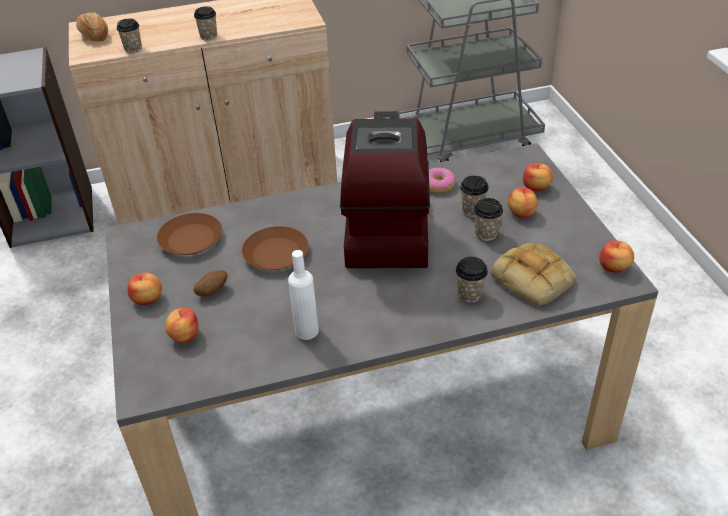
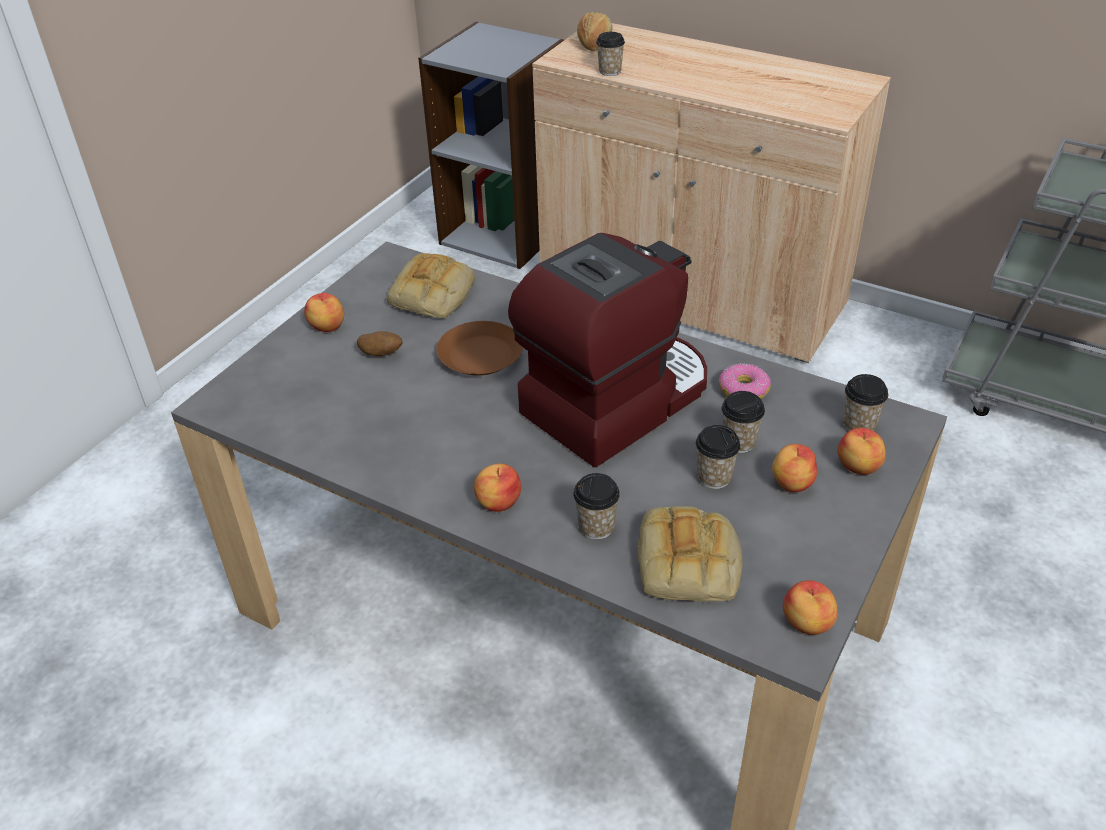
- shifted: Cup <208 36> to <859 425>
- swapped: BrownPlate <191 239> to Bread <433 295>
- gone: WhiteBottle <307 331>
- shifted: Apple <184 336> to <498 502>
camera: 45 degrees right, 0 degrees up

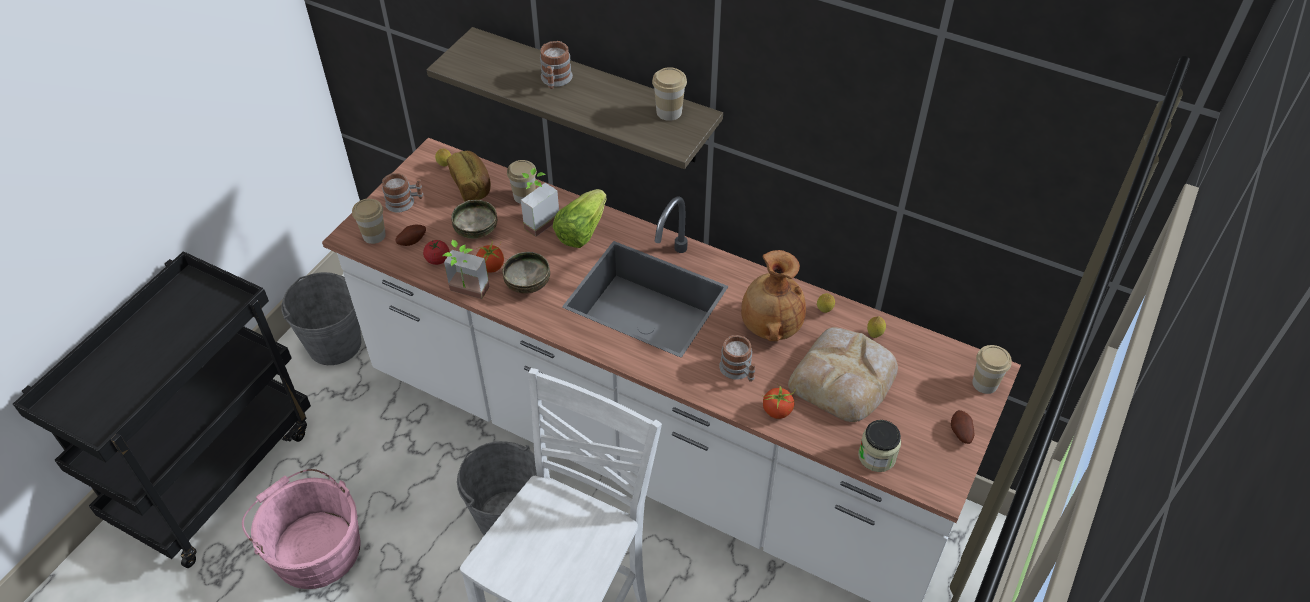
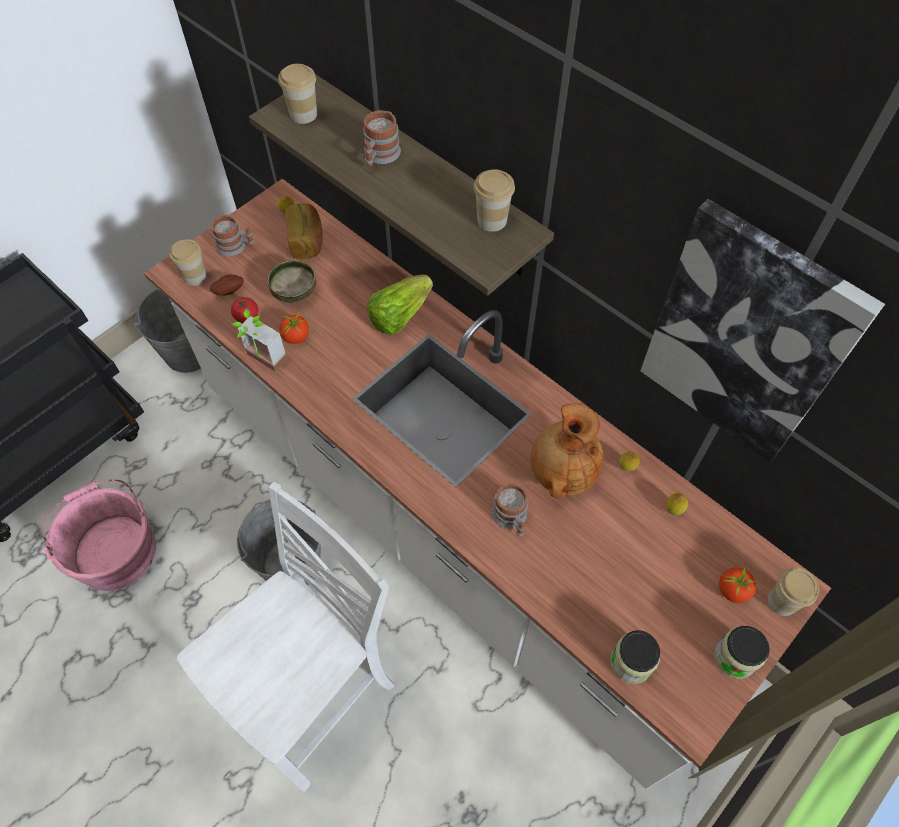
- shifted: Cup <524 196> to <303 114>
- gone: PottedPlant <537 220>
- gone: Bowl <528 284>
- gone: Bread <844 378>
- shifted: Tomato <777 411> to <733 590>
- swapped: Potato <960 433> to Jar <735 657>
- new: Picture <746 337>
camera: 15 degrees right, 10 degrees up

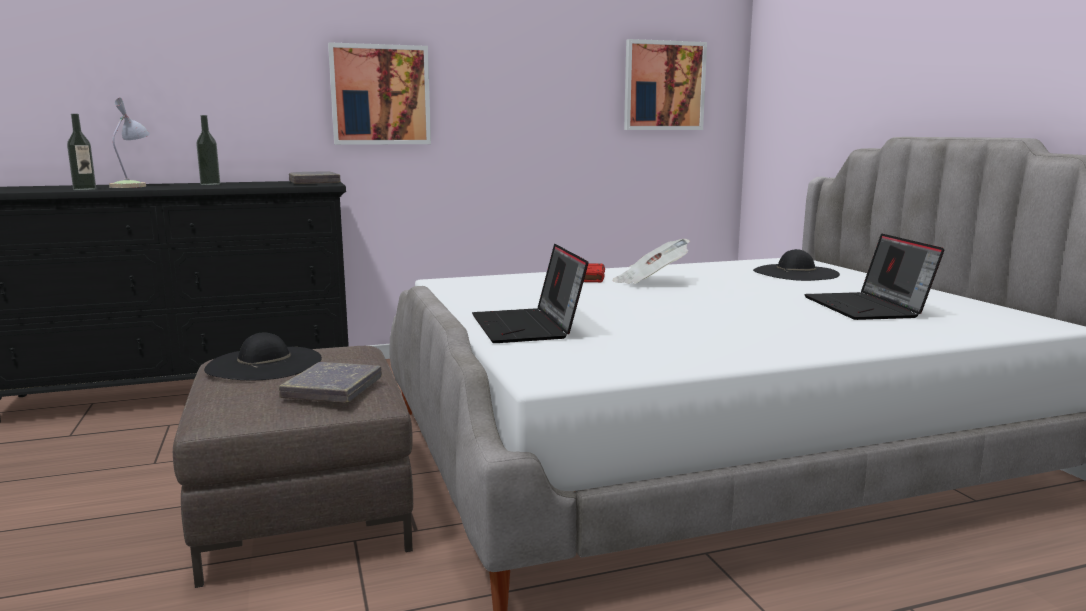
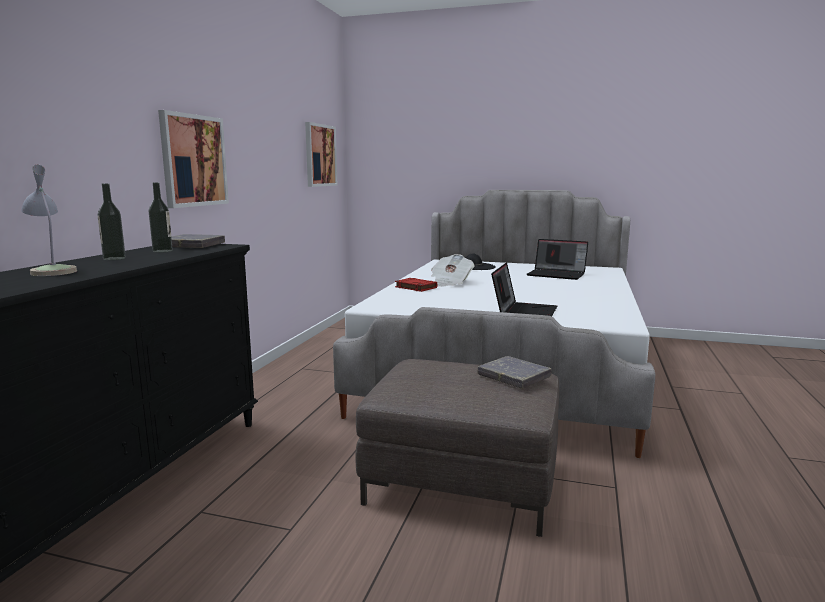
- shifted: Bottle <84 189> to <162 251>
- rotated: Laptop <528 327> = <524 313> 90 degrees counterclockwise
- gone: BlackHat <264 364>
camera: 55 degrees left, 0 degrees up

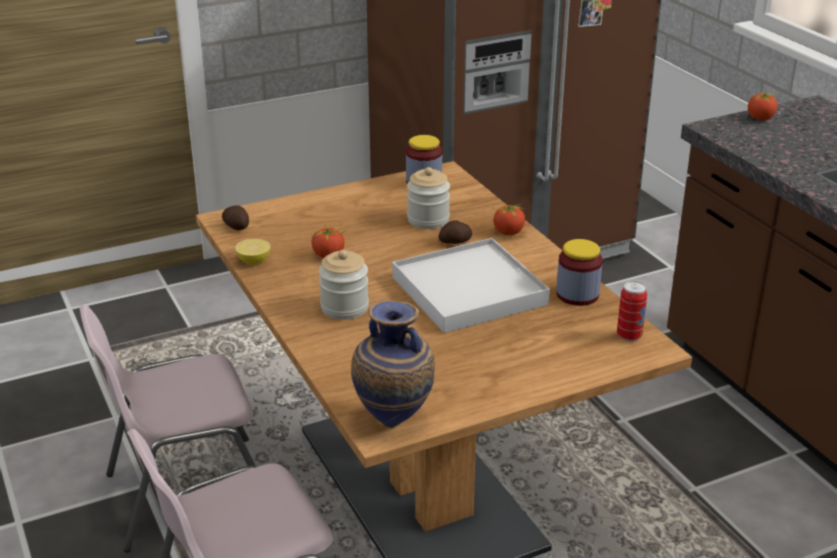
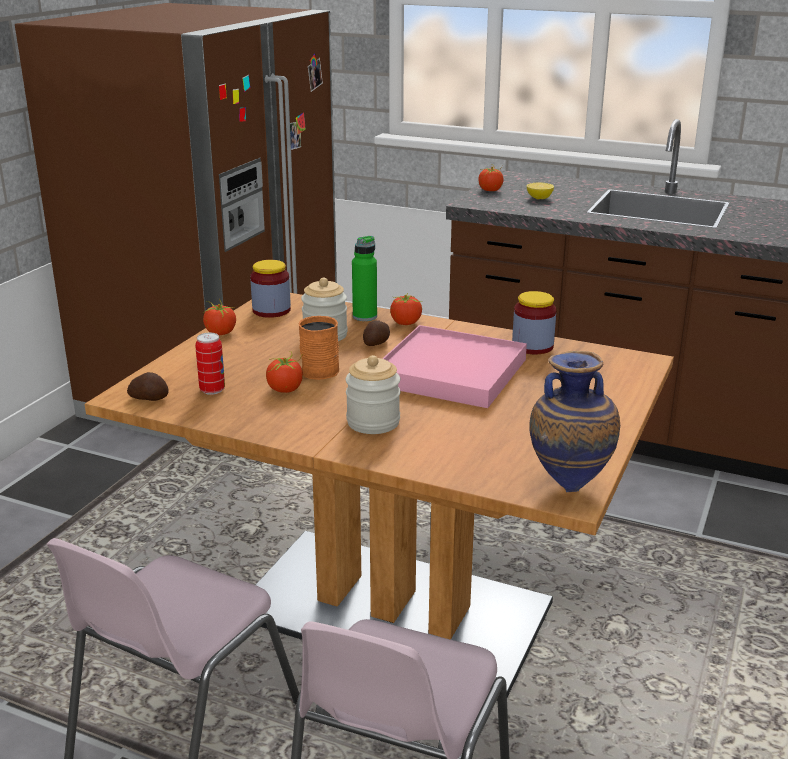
- repainted: WhiteTray <469 291> to PinkTray <451 372>
- shifted: Lemon <253 261> to <539 198>
- shifted: Can <629 336> to <212 390>
- new: GreenBottle <364 316>
- new: Tomato <220 333>
- new: OrangeMug <321 368>
camera: 40 degrees left, 5 degrees down

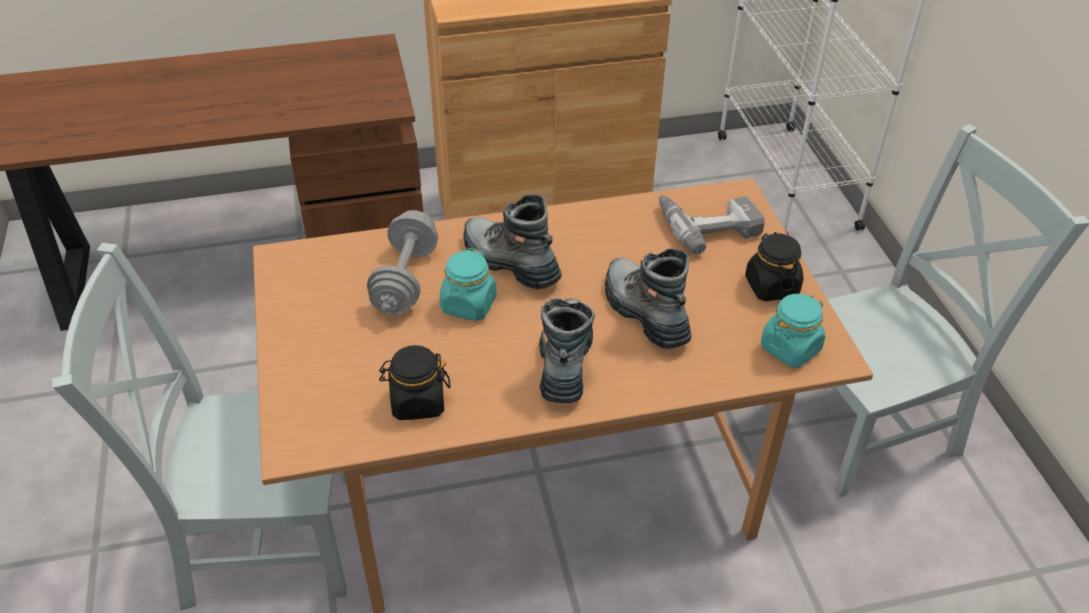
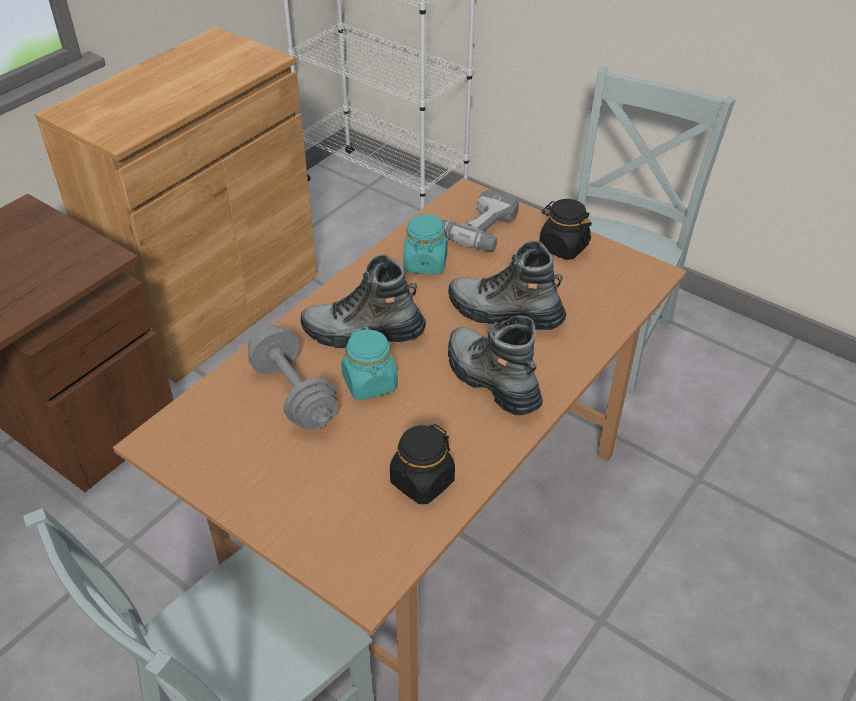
- shifted: TurquoiseJar <790 348> to <425 263>
camera: 40 degrees left, 0 degrees up

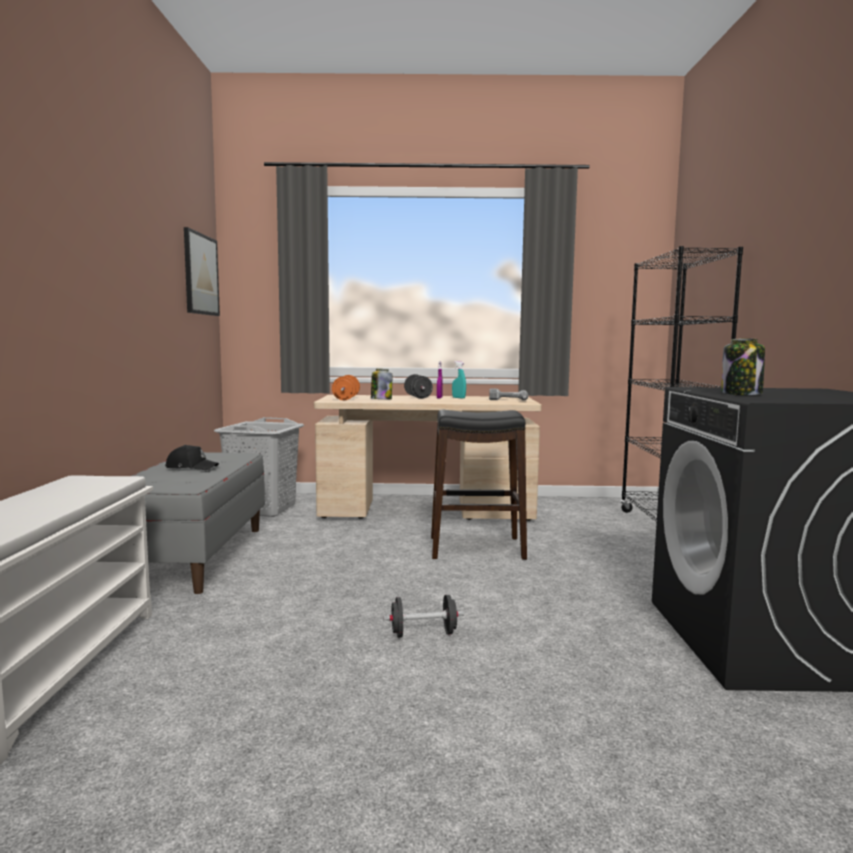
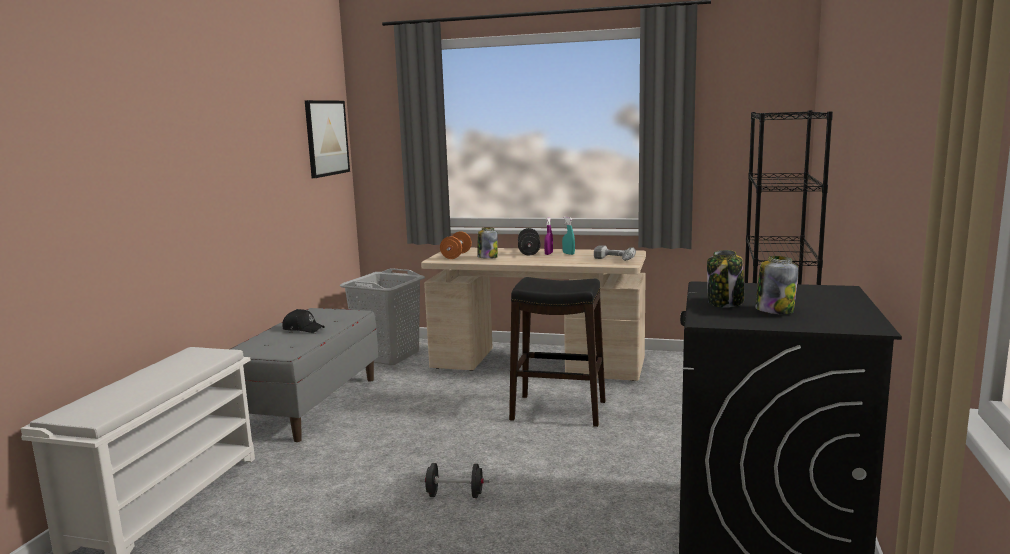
- new: Jar <774 311>
camera: 15 degrees right, 5 degrees up

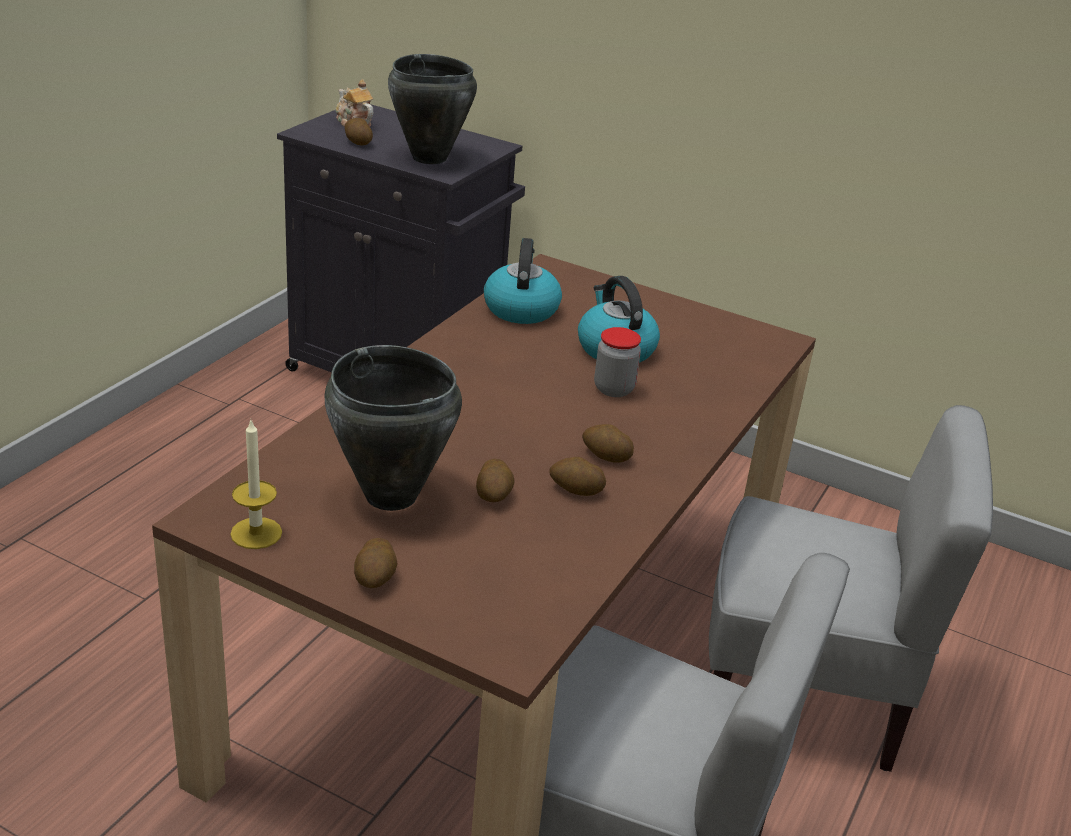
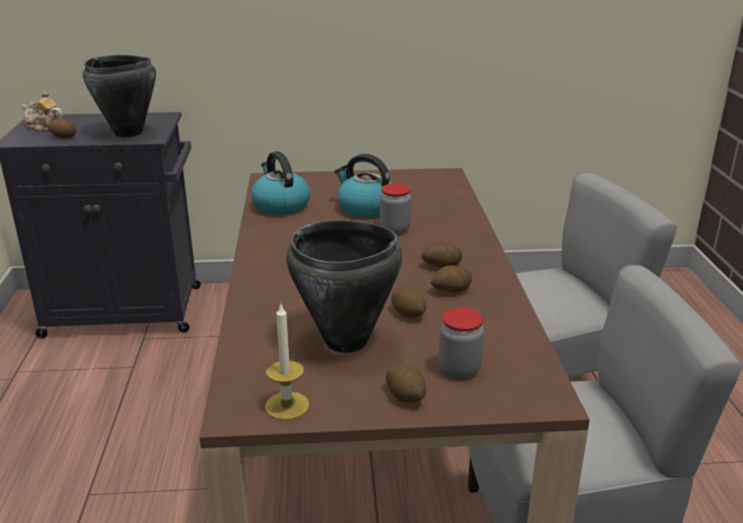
- new: Jar <459 369>
camera: 30 degrees left, 5 degrees down

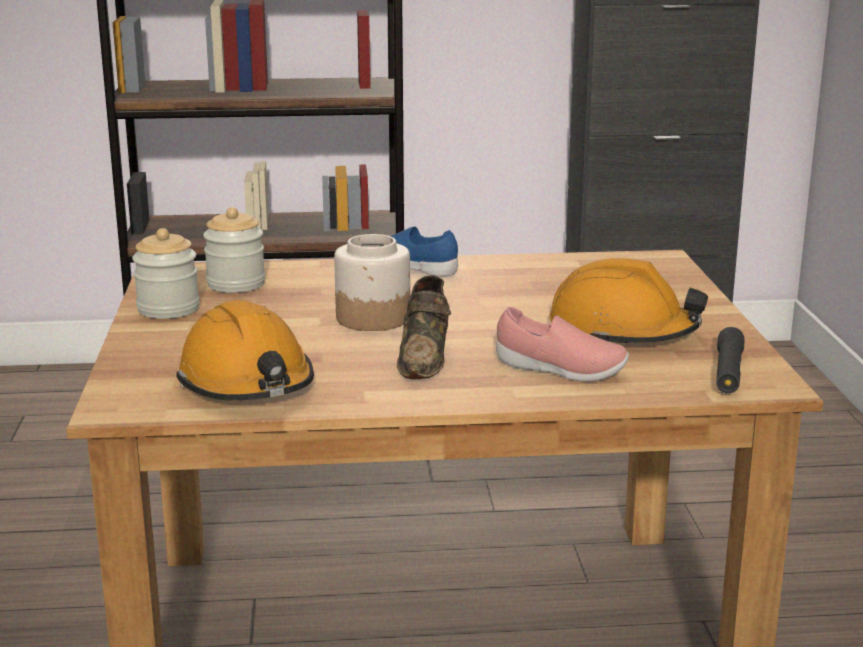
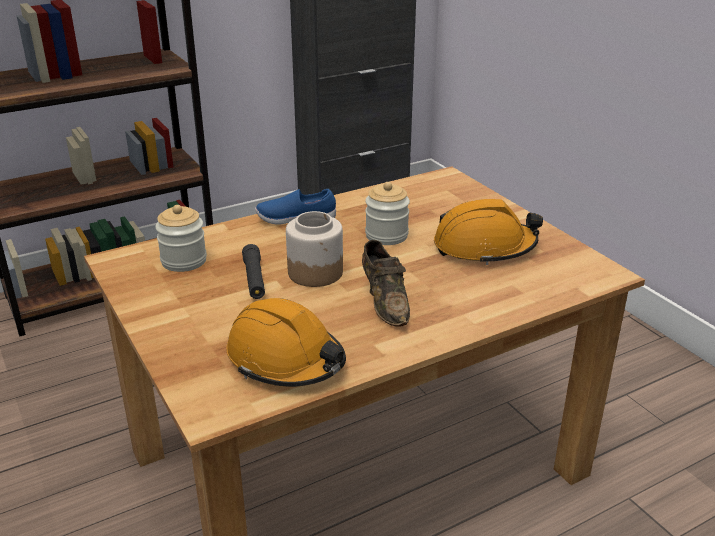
- shifted: Jar <168 309> to <386 235>
- gone: PinkShoe <559 370>
- shifted: BlackFlashlight <728 372> to <254 279>
camera: 25 degrees left, 10 degrees up

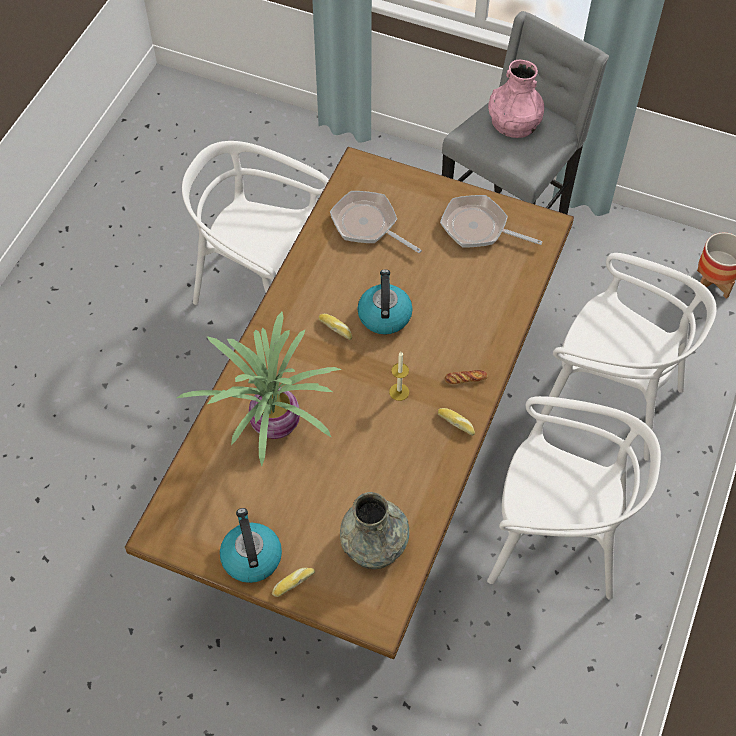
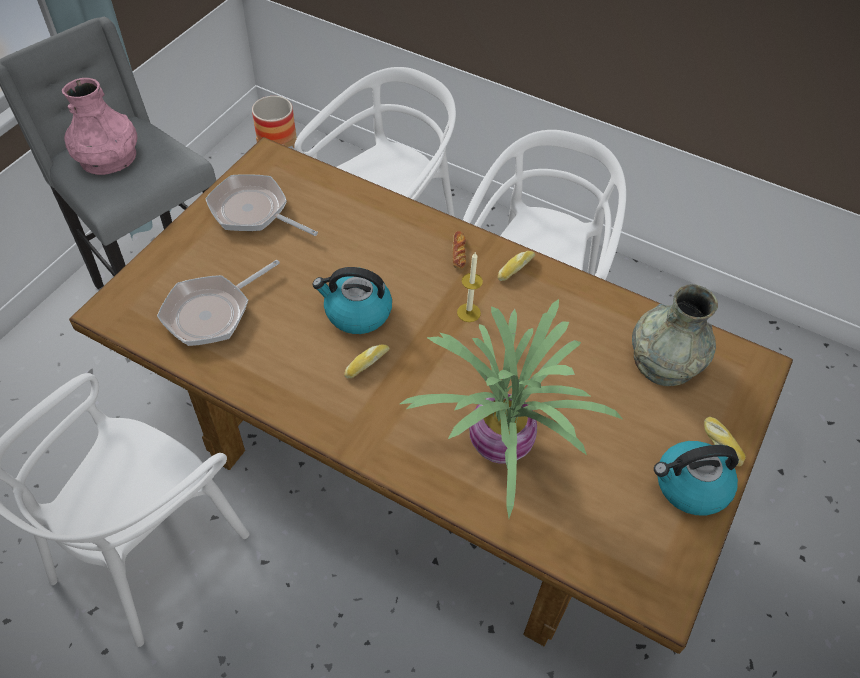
- rotated: FryingPan <478 228> = <253 211> 90 degrees clockwise
camera: 85 degrees left, 5 degrees down

